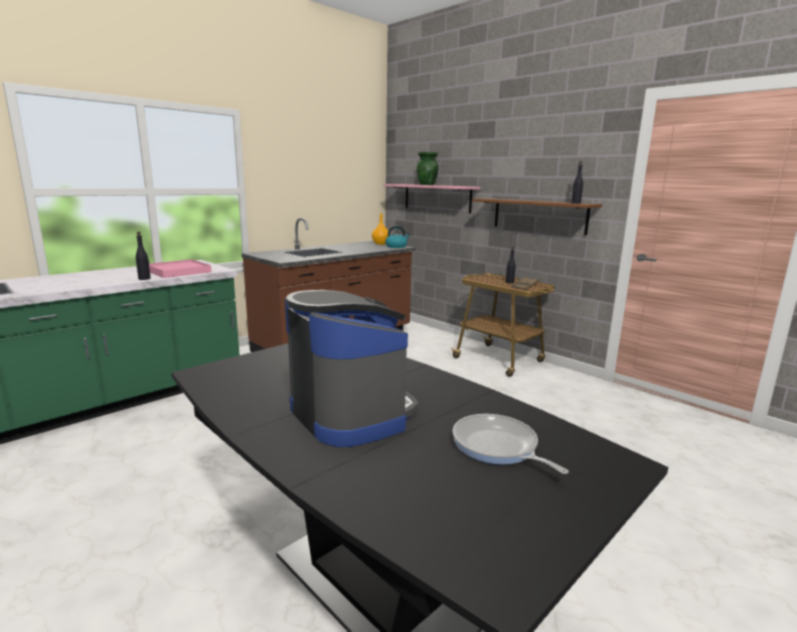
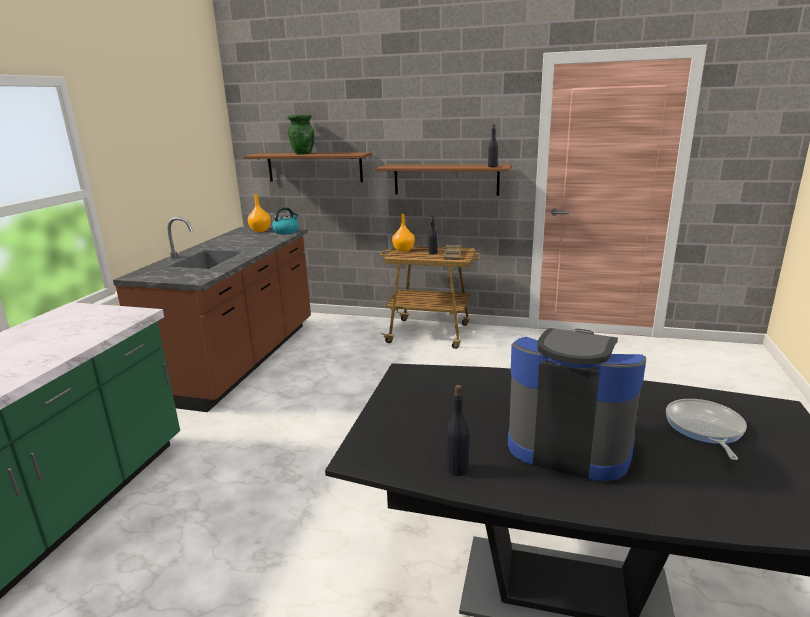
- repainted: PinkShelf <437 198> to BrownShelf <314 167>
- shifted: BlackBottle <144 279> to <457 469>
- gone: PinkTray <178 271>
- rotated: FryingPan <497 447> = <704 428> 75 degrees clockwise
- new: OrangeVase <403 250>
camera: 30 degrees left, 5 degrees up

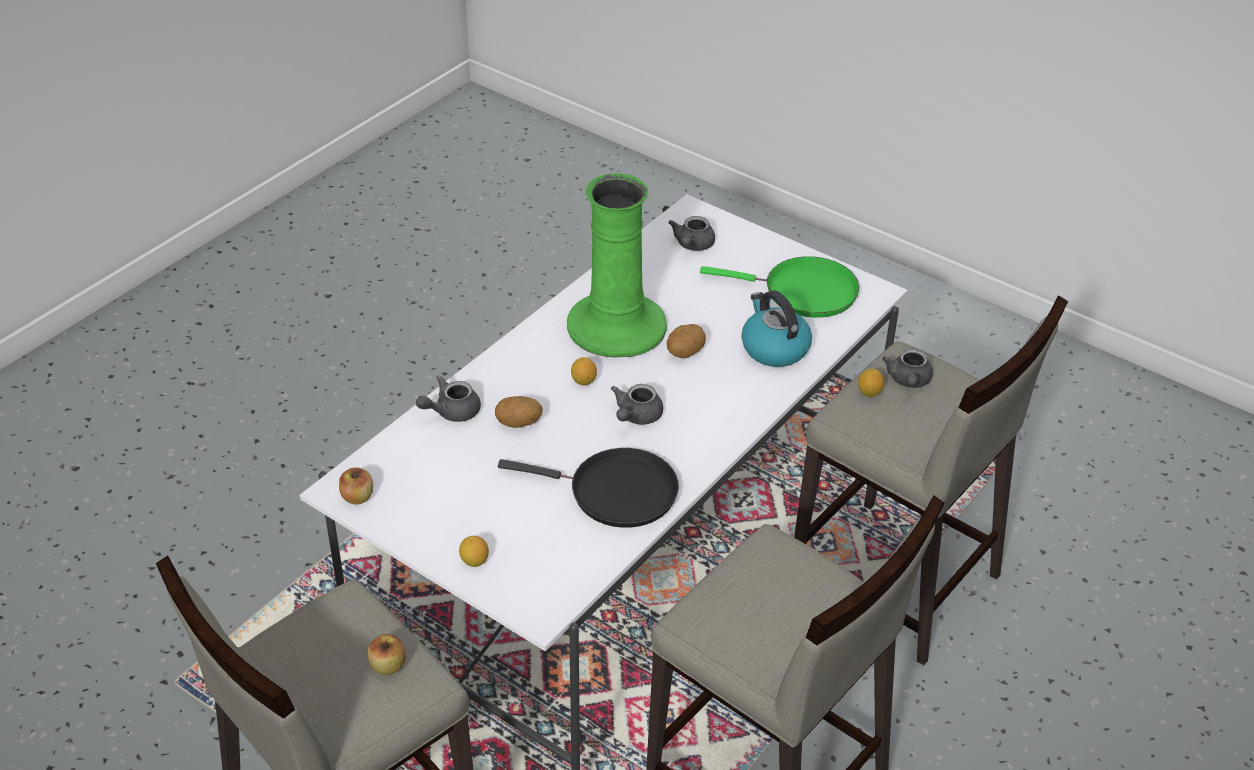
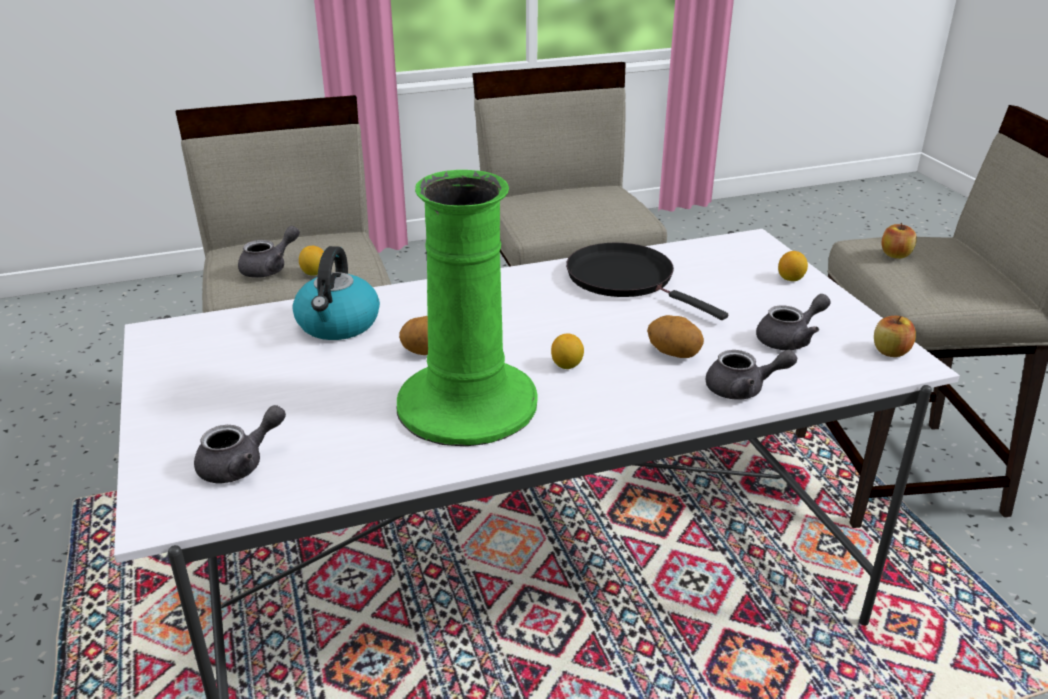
- gone: GreenFryingPan <804 292>
- shifted: GreyTeapot <636 417> to <790 339>
camera: 145 degrees left, 10 degrees down

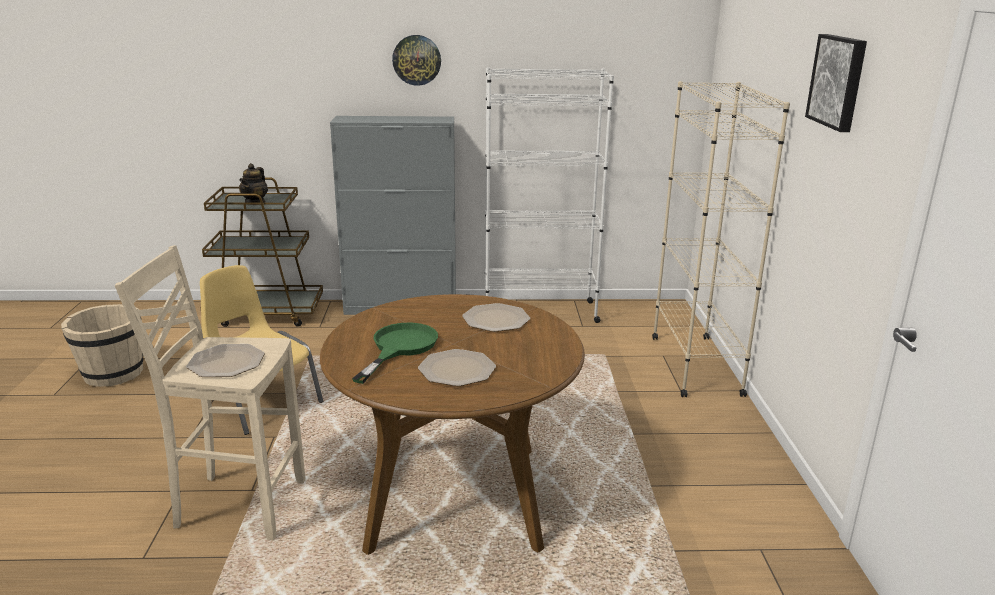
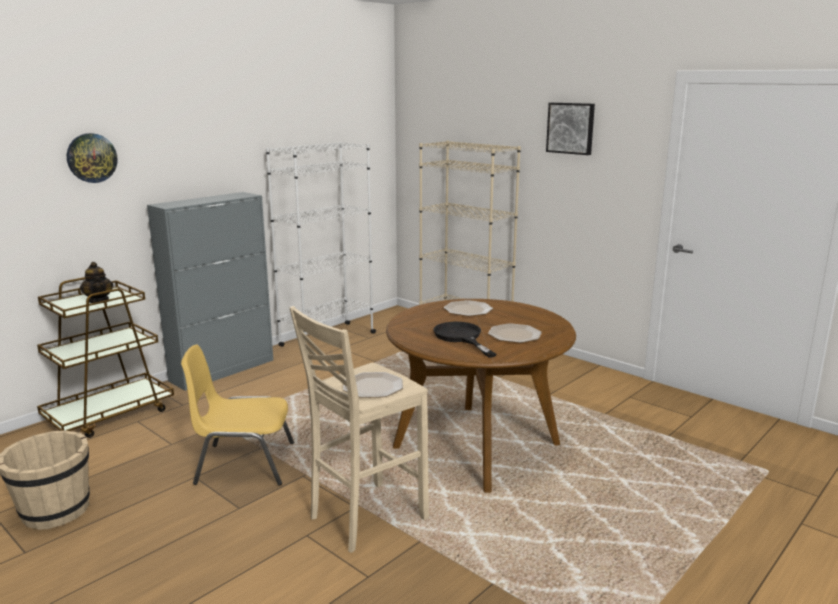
- shifted: WallClock <416 60> to <91 158>
- repainted: GreenFryingPan <399 348> to BlackFryingPan <461 337>
camera: 45 degrees left, 5 degrees down

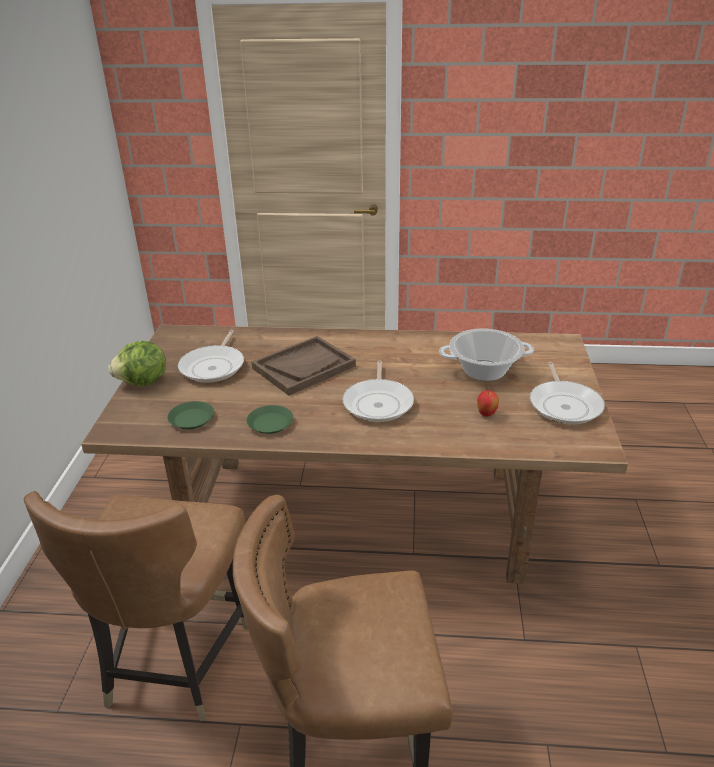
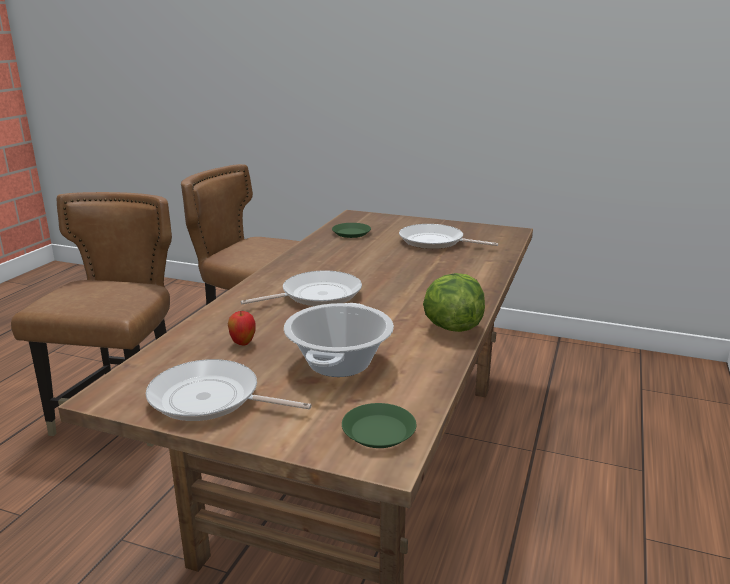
- gone: BrownTray <304 367>
- shifted: Lettuce <143 382> to <452 327>
- rotated: FryingPan <378 403> = <316 295> 135 degrees clockwise
- shifted: GreenPlate <270 423> to <378 431>
camera: 105 degrees right, 10 degrees down

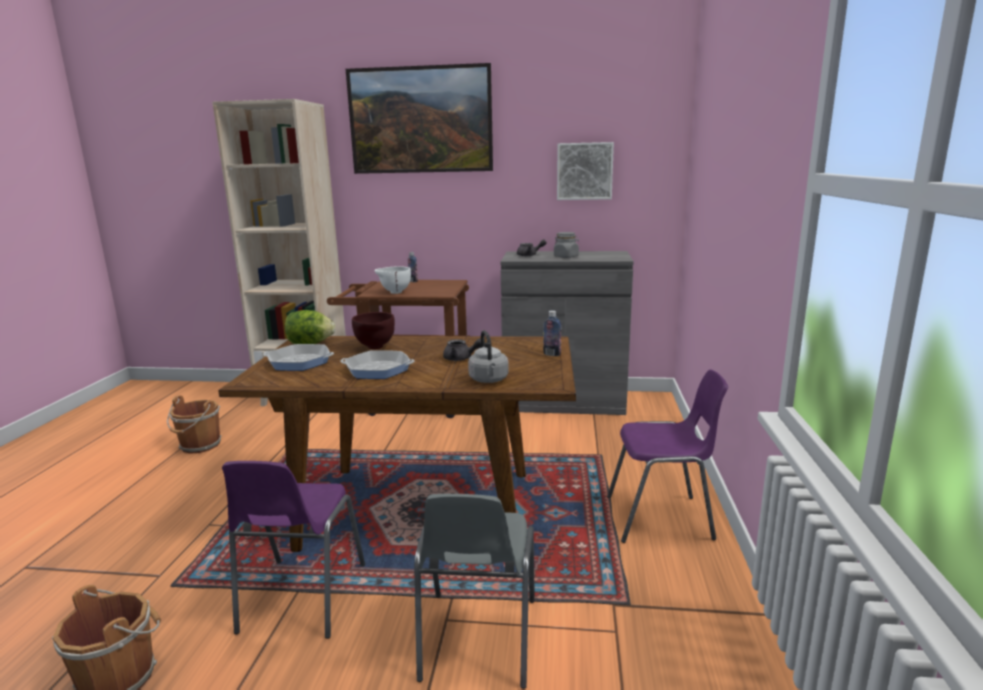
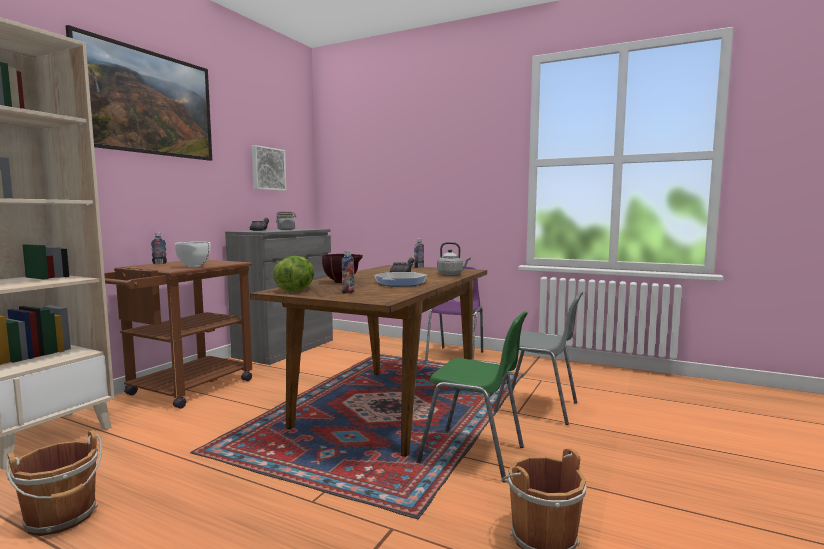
- swapped: FryingPan <299 362> to Bottle <348 292>
- repainted: PurpleChair <300 600> to GreenChair <475 455>
camera: 70 degrees left, 10 degrees down

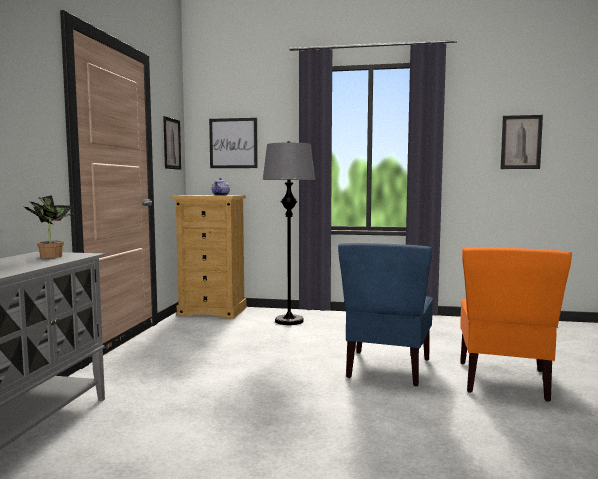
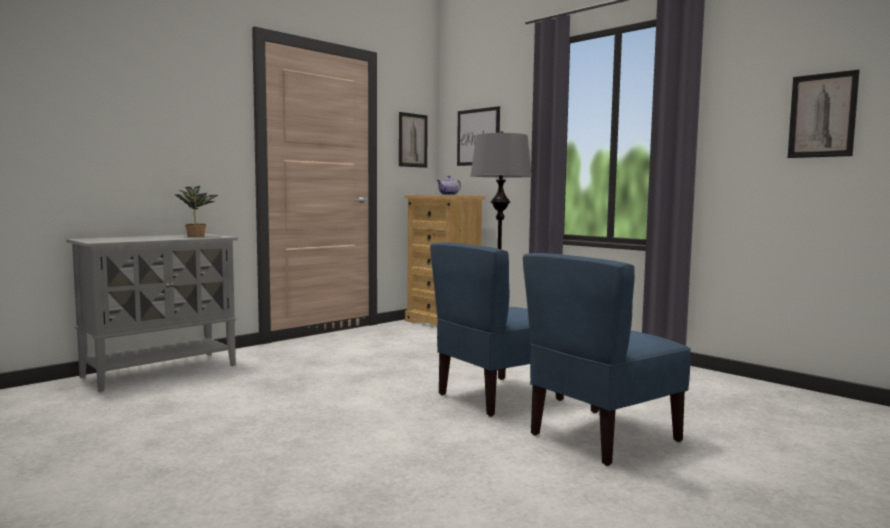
- repainted: OrangeChair <503 381> to BlueChair <602 437>
camera: 35 degrees right, 0 degrees up

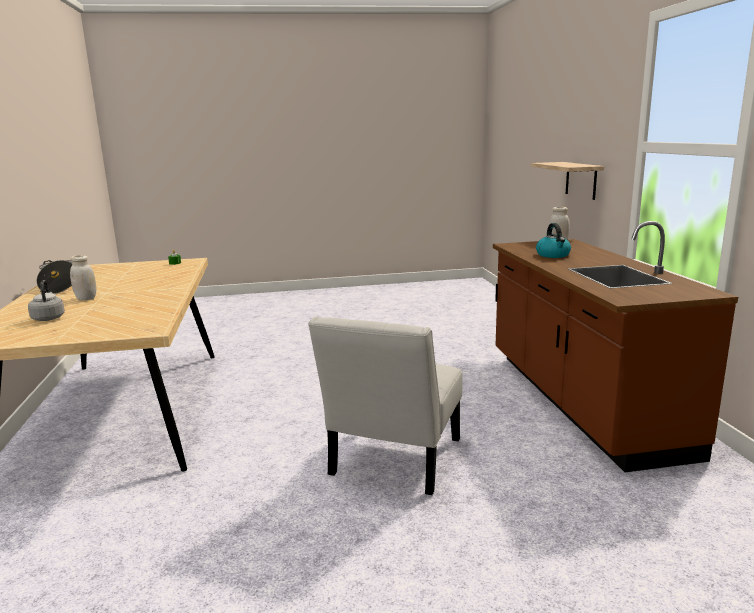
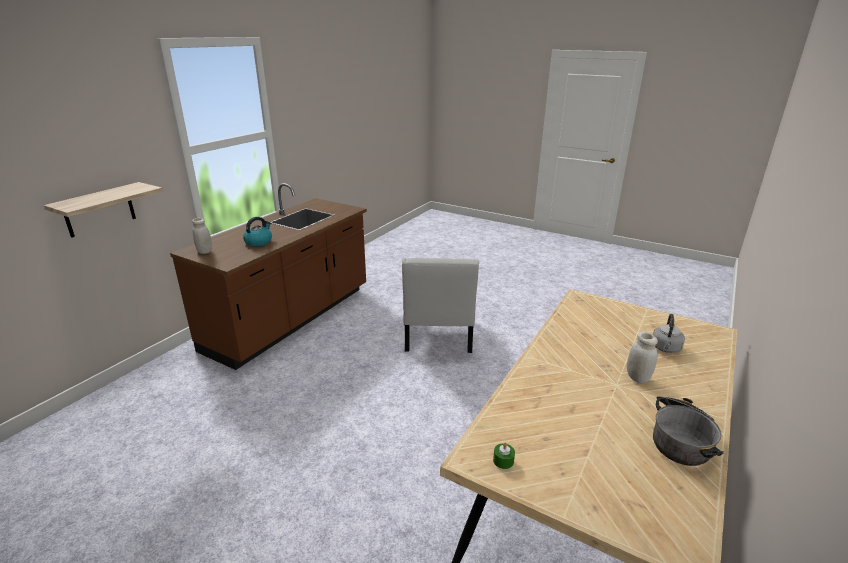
- rotated: WhiteChair <393 461> = <438 337> 120 degrees clockwise
camera: 140 degrees left, 10 degrees up

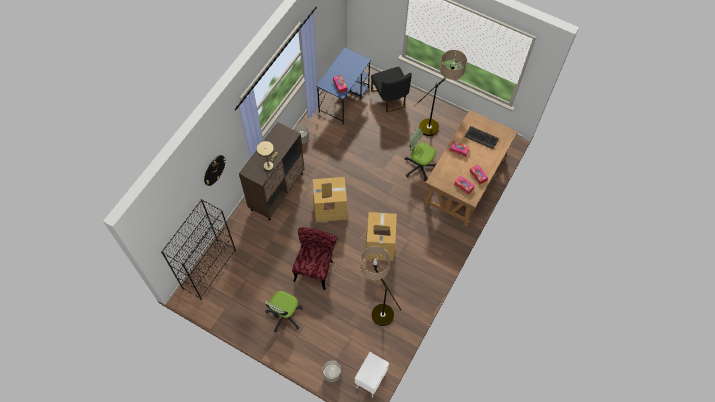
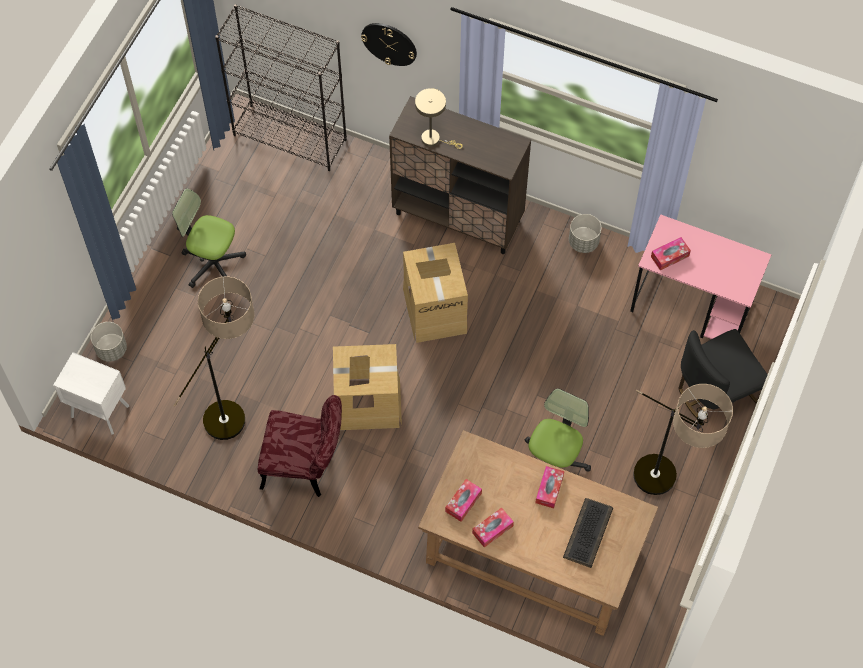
- repainted: BlueDesk <344 99> to PinkDesk <692 307>
- shifted: RedChair <315 267> to <305 466>
camera: 85 degrees right, 0 degrees up

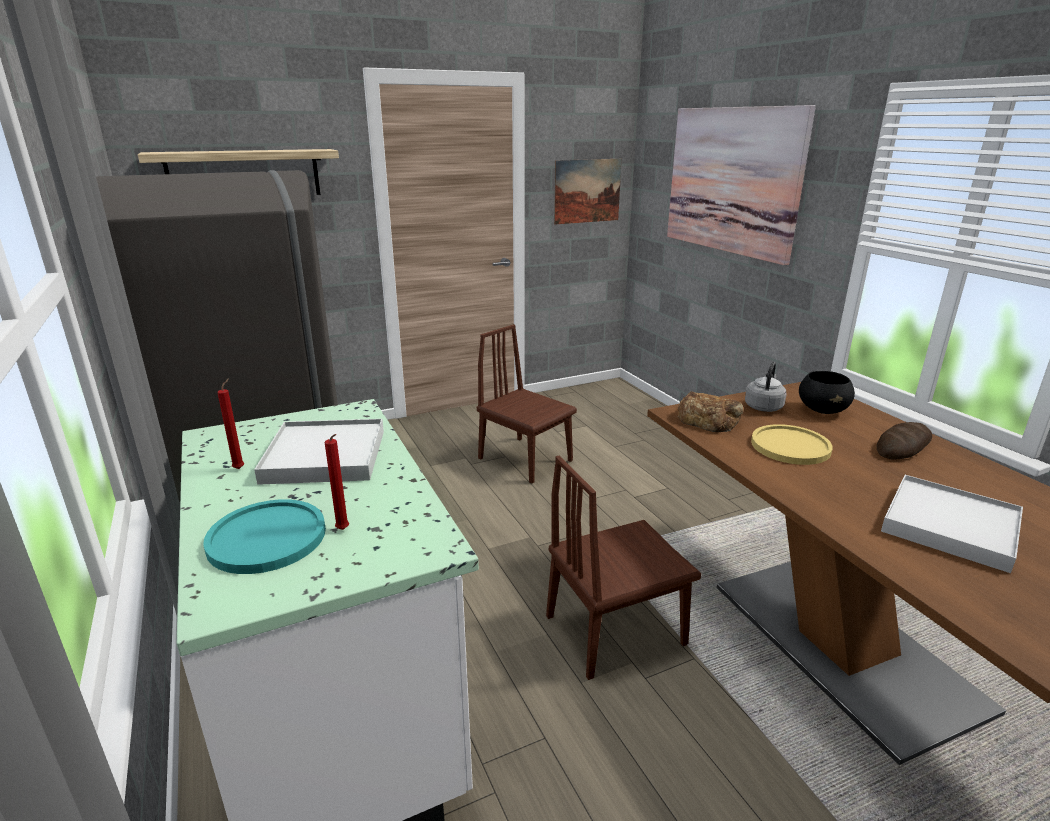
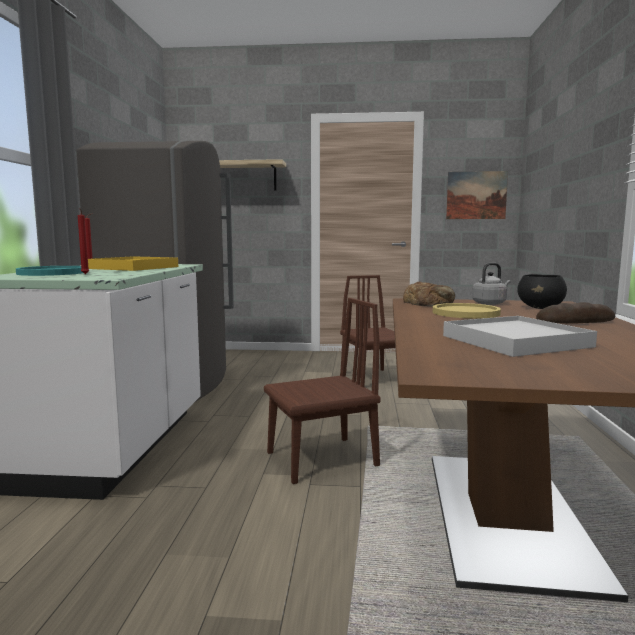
- gone: Picture <732 181>
- repainted: WhiteTray <325 456> to YellowTray <133 268>
- rotated: BrownChair <615 630> = <321 459> 150 degrees clockwise
camera: 30 degrees right, 15 degrees down

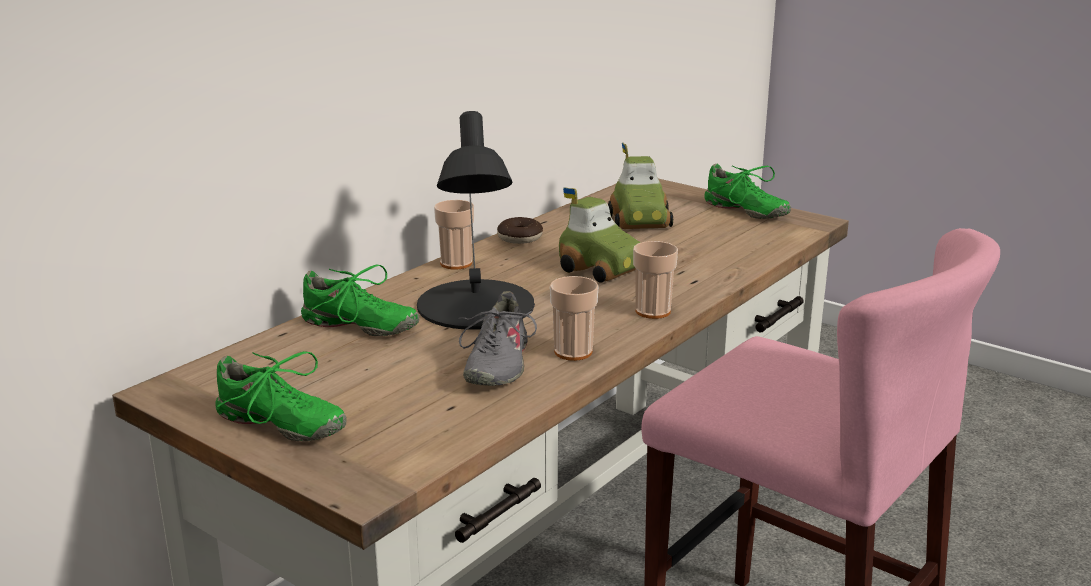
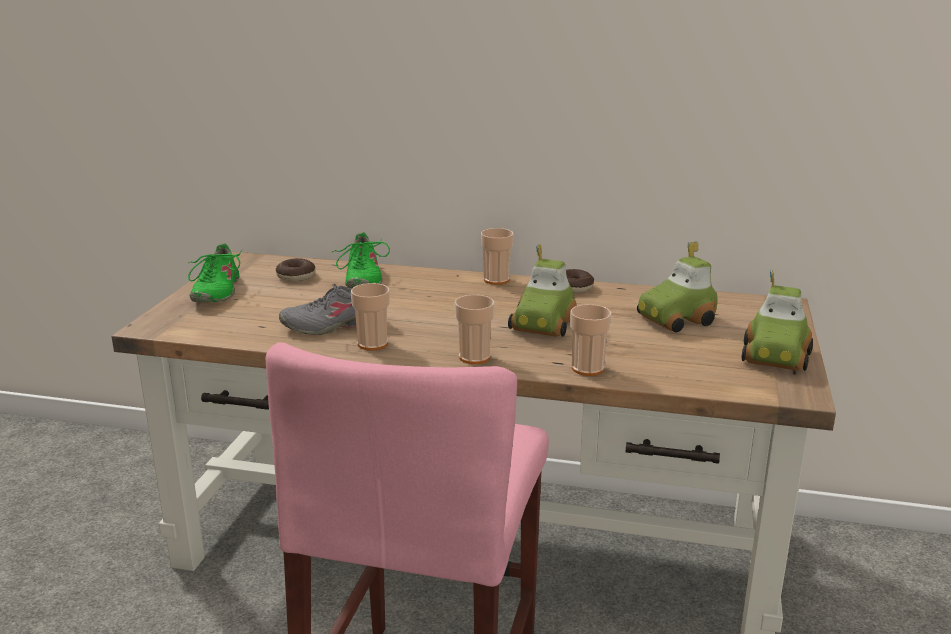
- gone: BlackTableLamp <474 305>
- swapped: GreenShoe <745 211> to ToyCar <776 357>
- new: Donut <296 276>
- new: Cup <587 368>
camera: 65 degrees right, 0 degrees up

